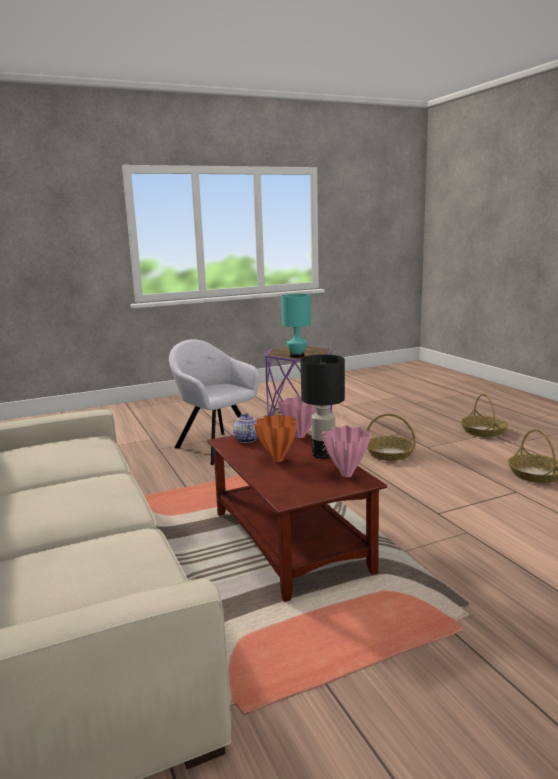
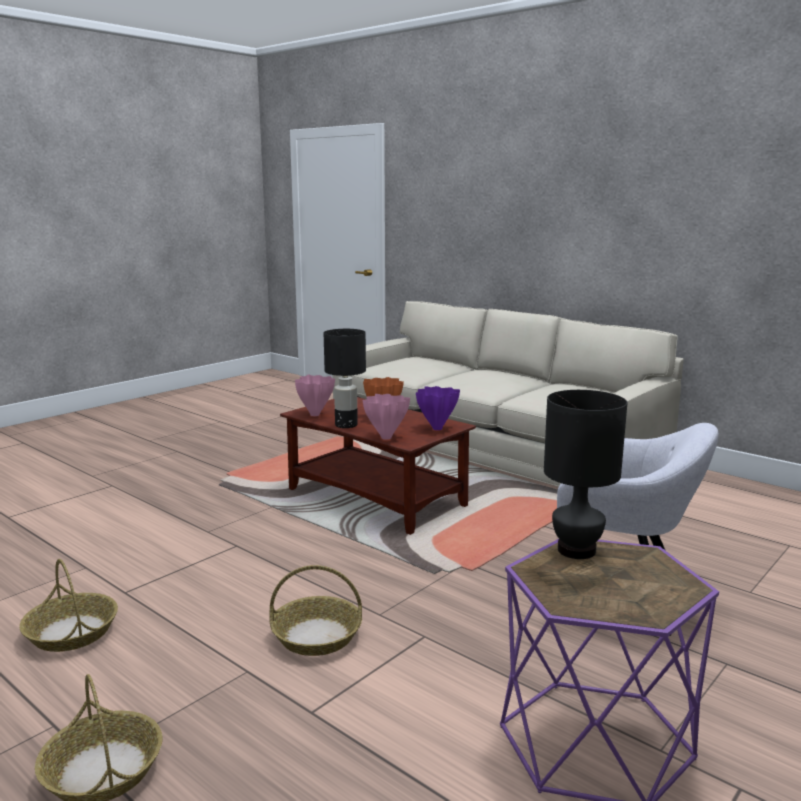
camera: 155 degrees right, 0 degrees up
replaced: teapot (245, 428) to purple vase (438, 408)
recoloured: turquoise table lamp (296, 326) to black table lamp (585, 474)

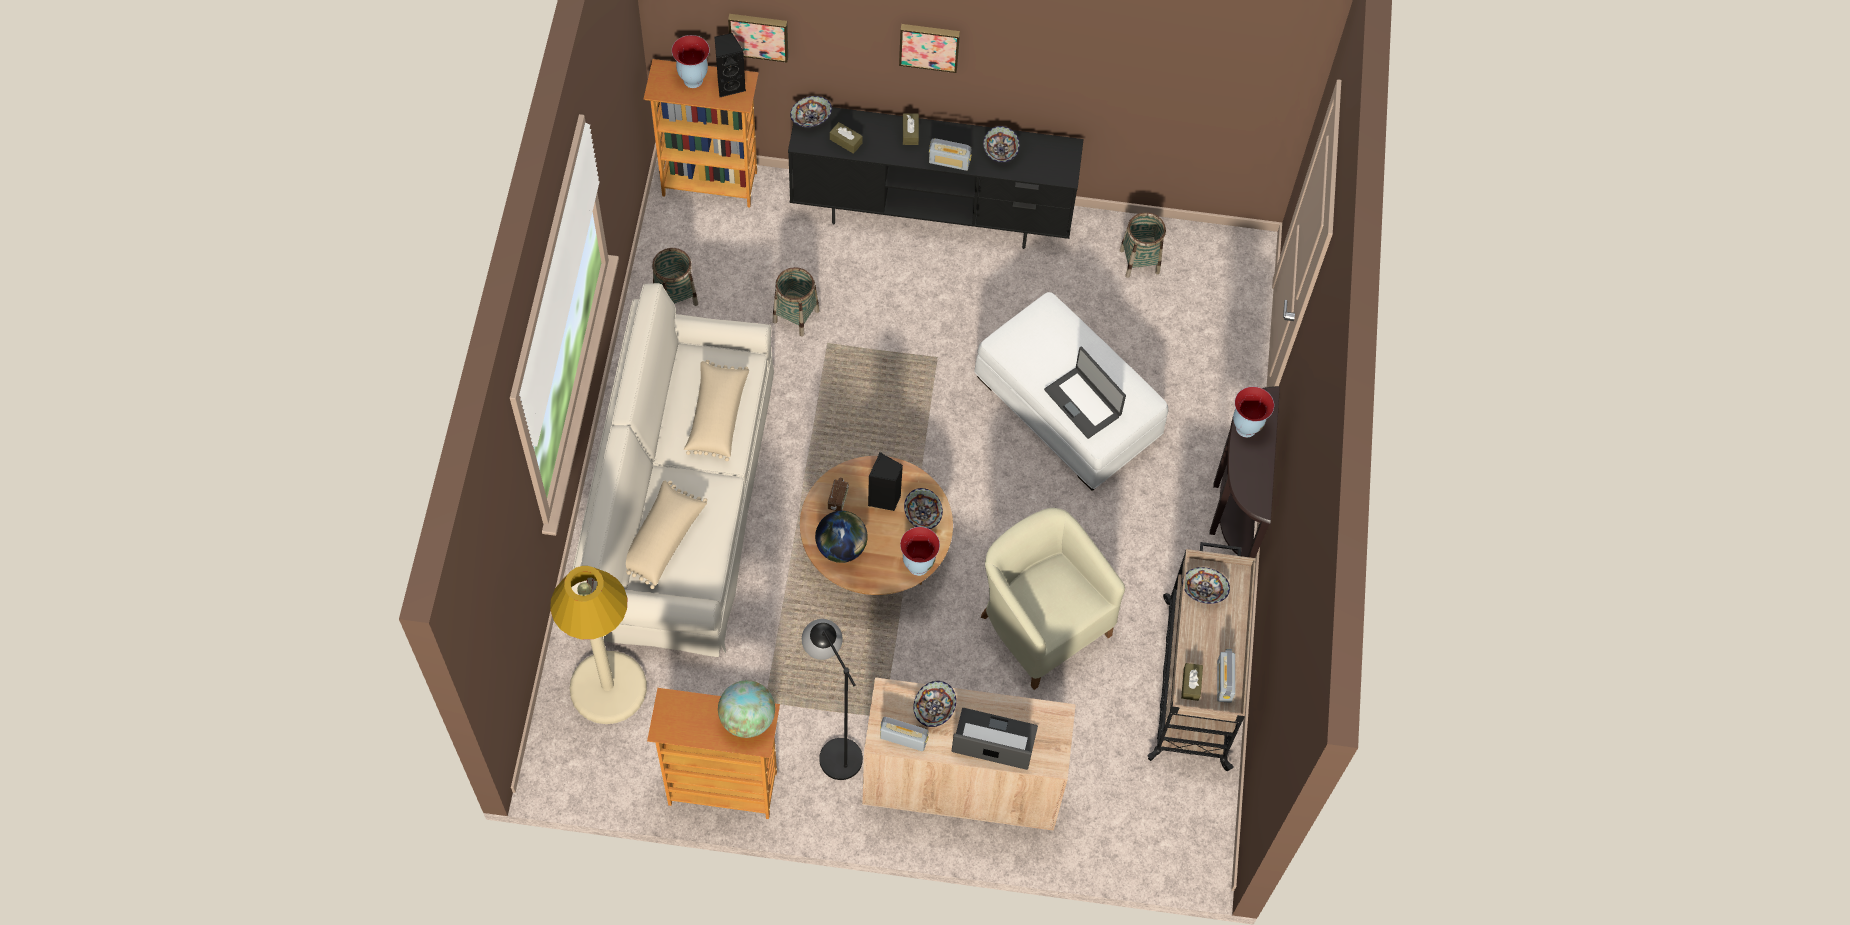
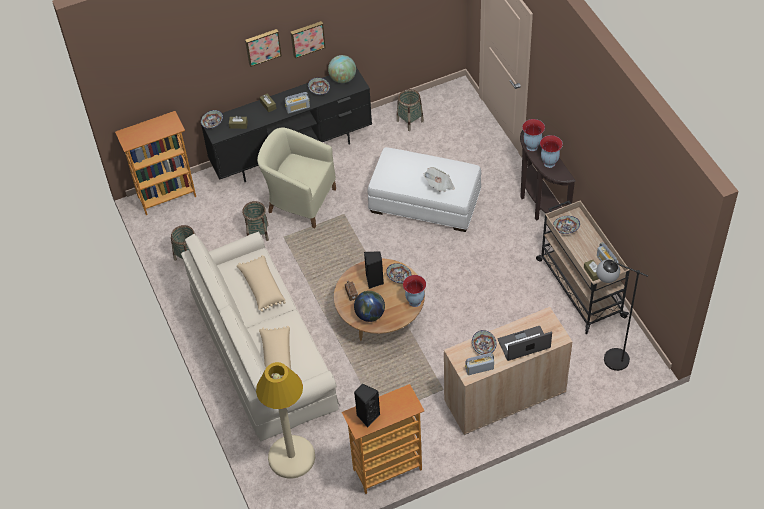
camera: 25 degrees left, 10 degrees down
moved: vase (690, 61) to (551, 151); black speaker (730, 65) to (367, 405); globe (746, 709) to (342, 69); picture (758, 38) to (308, 40); black floor lamp (832, 699) to (622, 315); beige armchair (1053, 599) to (296, 177)
replaced: laptop (1085, 393) to newspaper (439, 179)

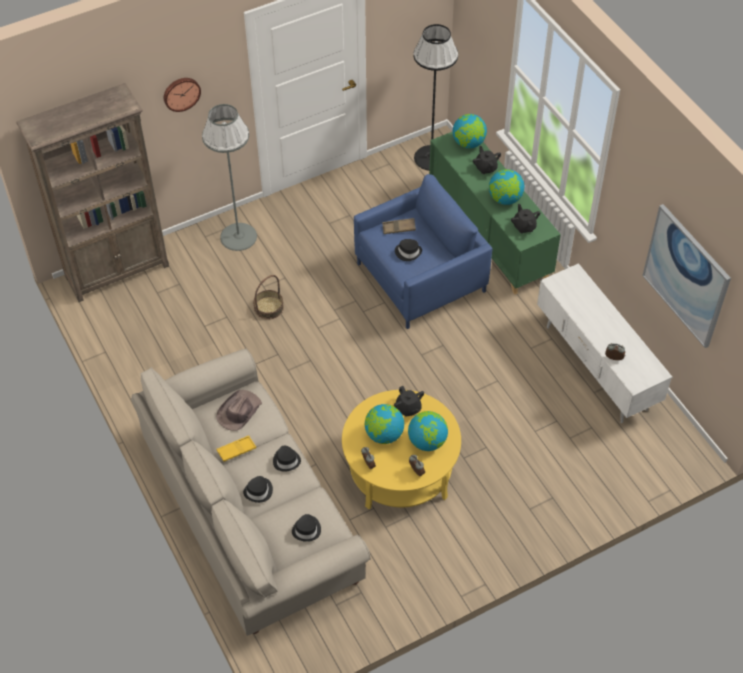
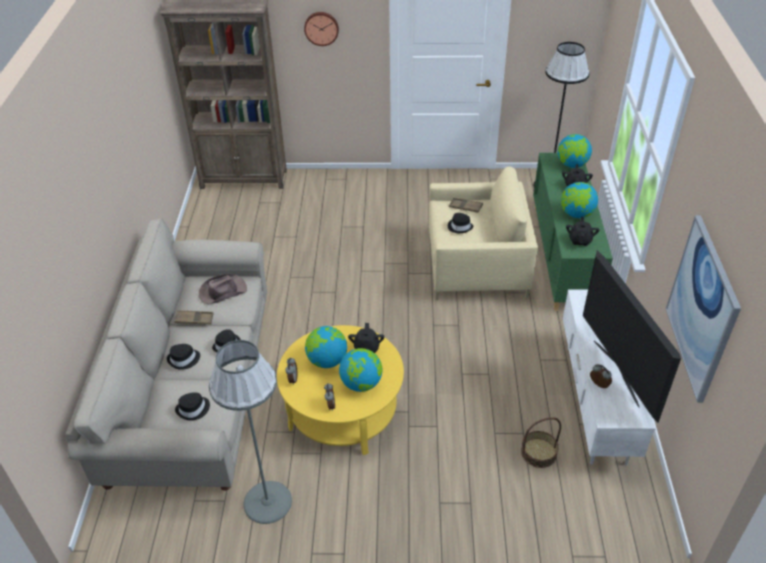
camera: 30 degrees right, 10 degrees down
added: television (632, 336)
moved: grey floor lamp (229, 177) to (250, 432); basket (268, 297) to (541, 442)
recoloured: yellow tray (236, 449) to brown tray (194, 317); blue armchair (423, 251) to beige armchair (483, 233)

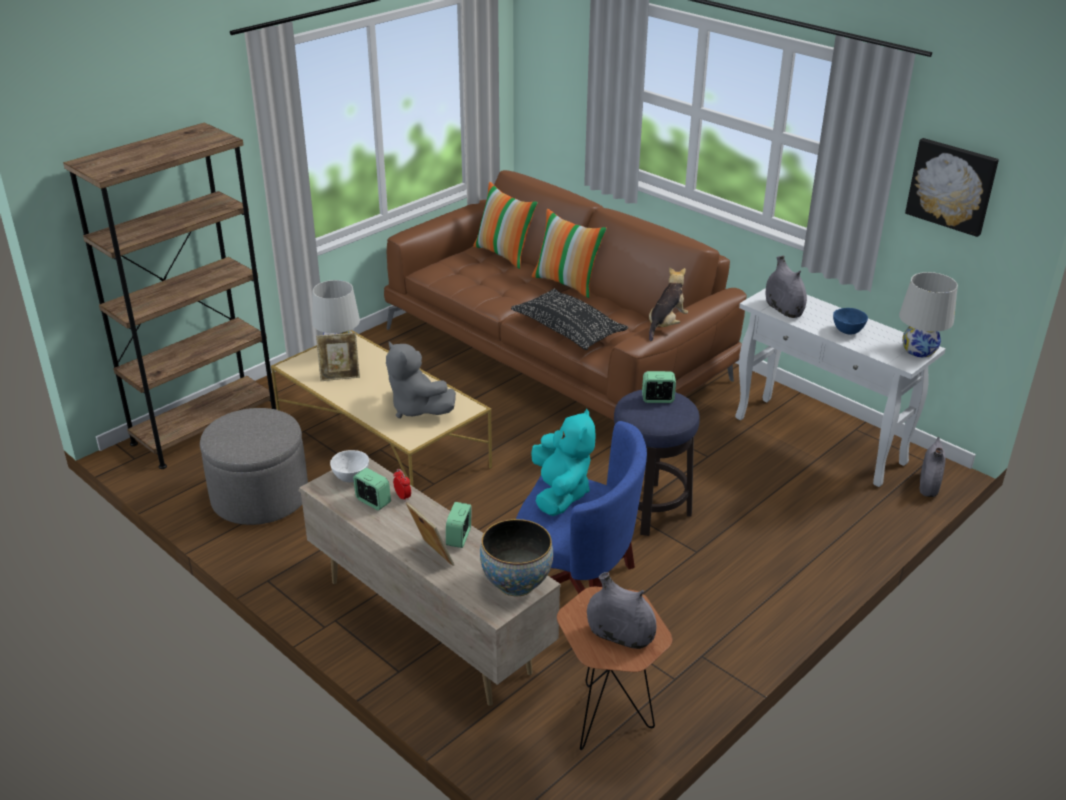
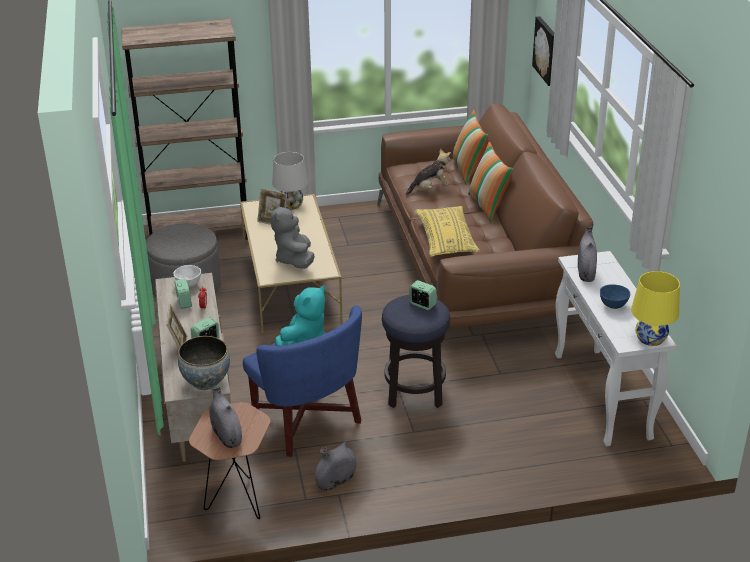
camera: 35 degrees right, 0 degrees up
moved: plush toy (668, 304) to (428, 172); picture (952, 187) to (543, 51); grey vase (933, 467) to (335, 465)
recoloured: black pillow (569, 319) to yellow pillow (447, 231); white table lamp (928, 314) to yellow table lamp (655, 308)

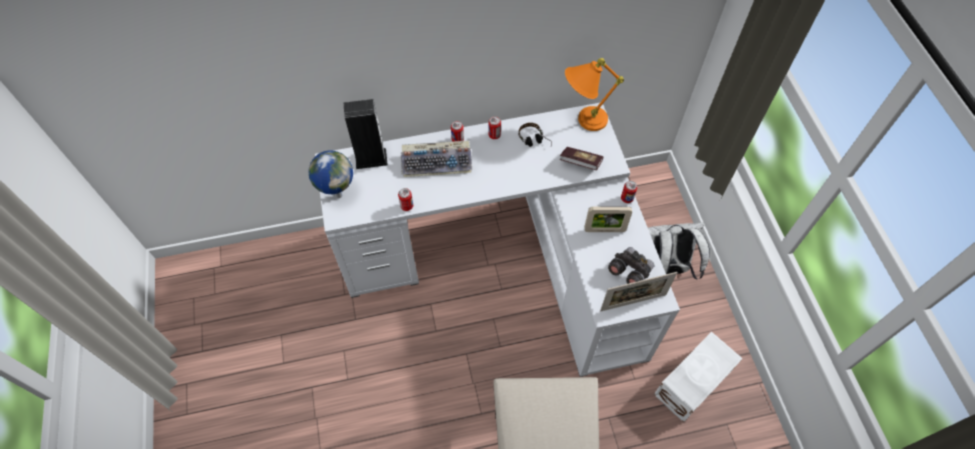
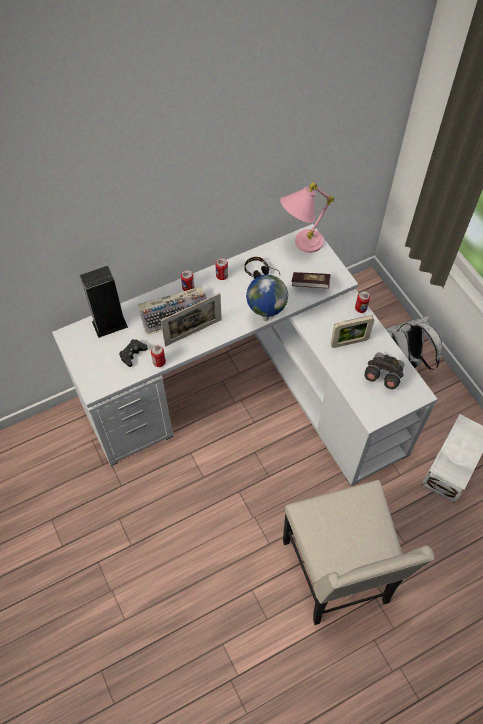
camera: 15 degrees left, 0 degrees up
added: black game controller (133, 353)
moved: globe (330, 174) to (267, 297); picture frame (639, 291) to (191, 320)
recoloured: orange table lamp (594, 94) to pink table lamp (307, 217)

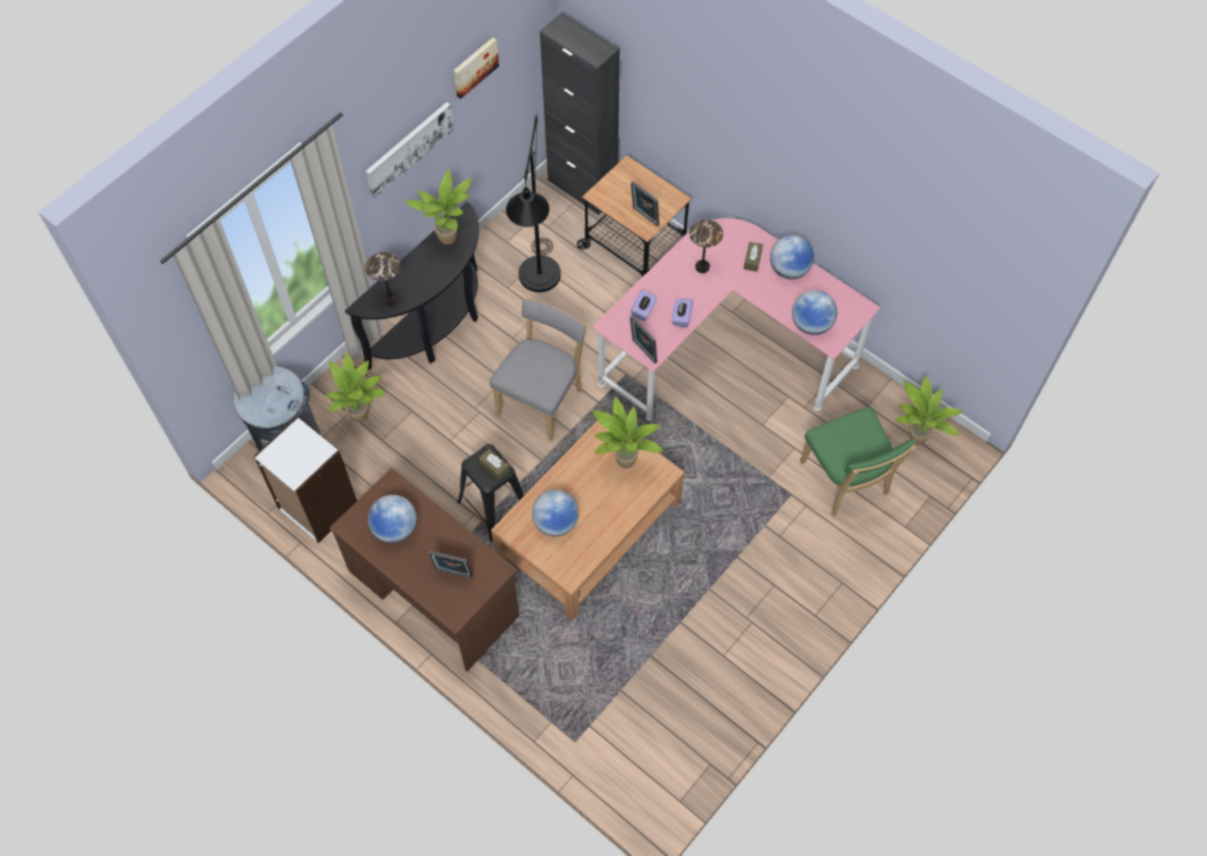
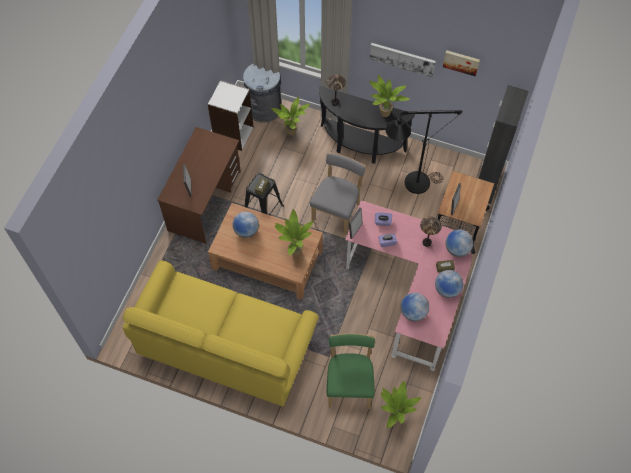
camera: 70 degrees right, 0 degrees up
added: yellow sofa (220, 333)
moved: globe (392, 519) to (459, 243)
turned: grey chair (538, 369) = (338, 194) 75 degrees counterclockwise; green chair (858, 461) = (351, 371) 135 degrees clockwise

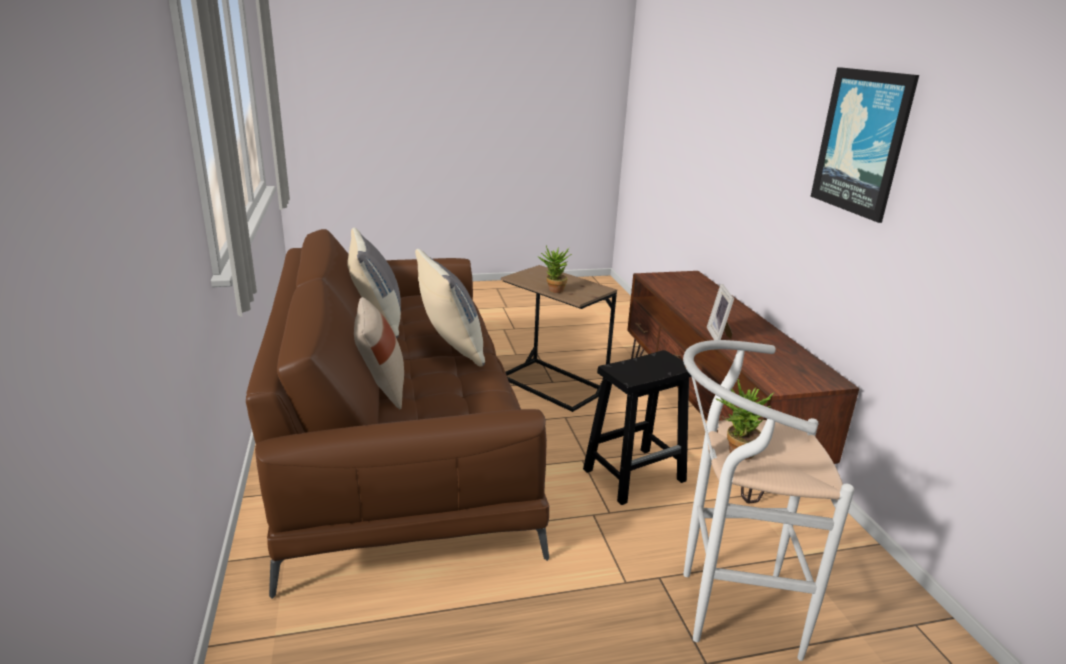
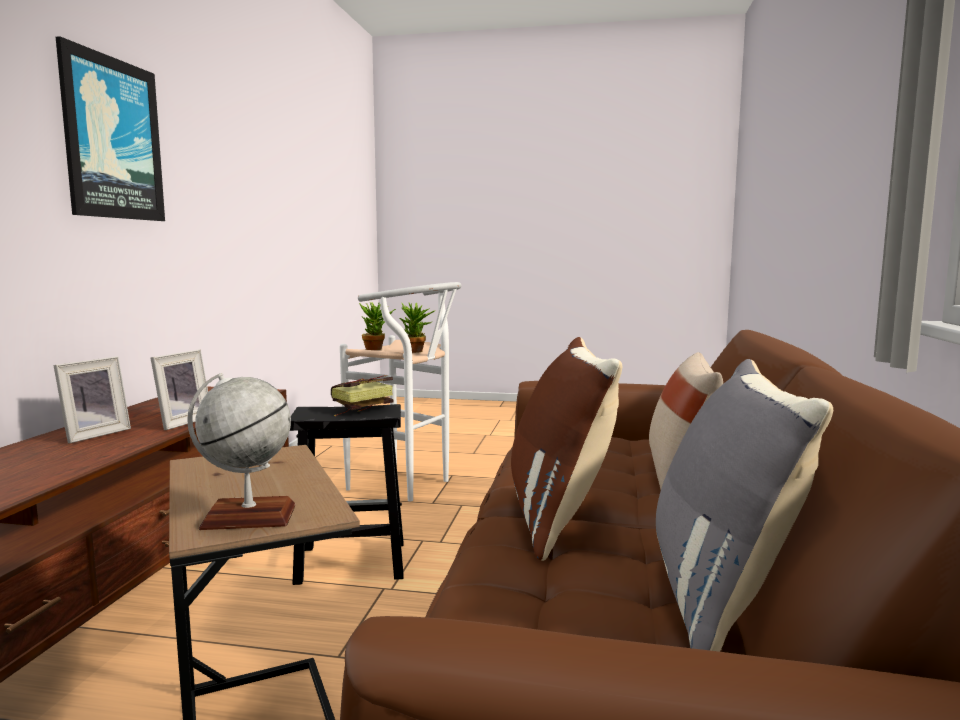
camera: 155 degrees left, 15 degrees down
added: picture frame (92, 399); globe (241, 451); book (362, 395)
moved: potted plant (555, 269) to (377, 326)
recoloured: grey pillow (450, 308) to brown pillow (566, 449)

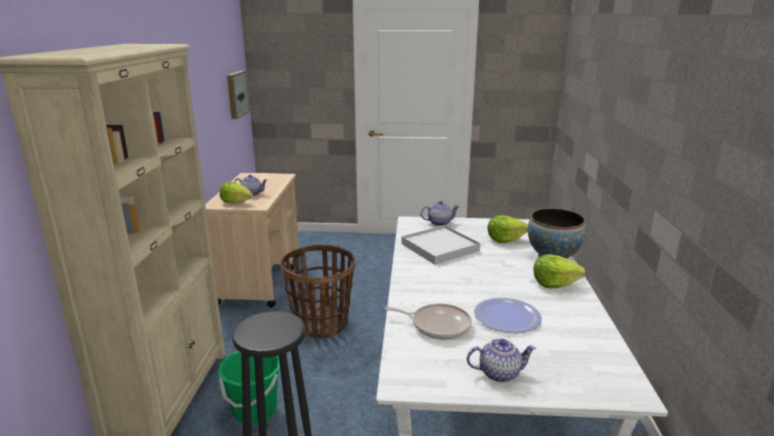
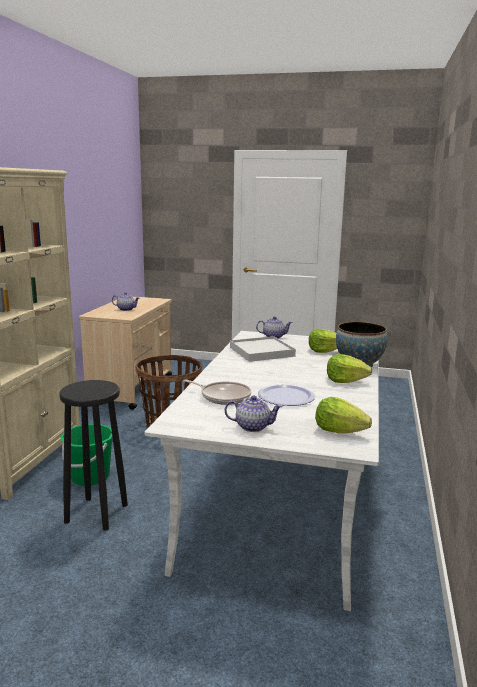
camera: 10 degrees right, 5 degrees down
removed: picture (238, 95)
moved: lettuce (236, 193) to (343, 415)

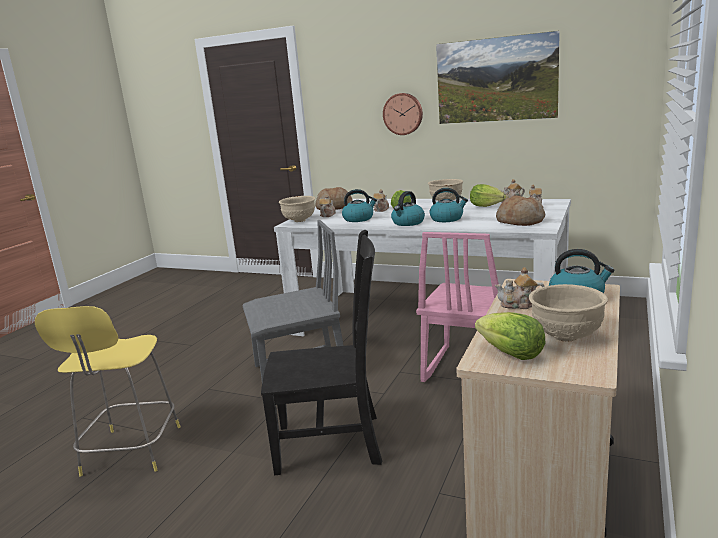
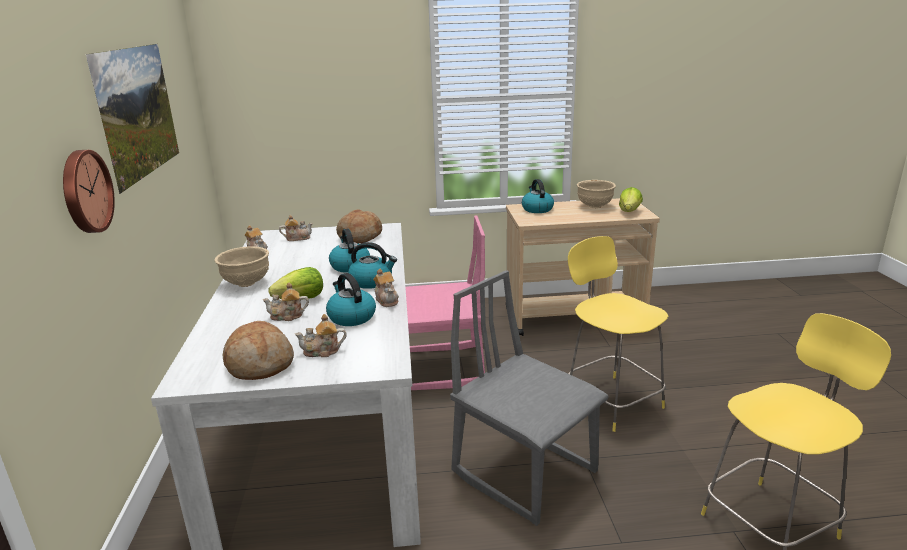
camera: 120 degrees left, 5 degrees up
removed: beige bowl (297, 209); lettuce (488, 195)
moved: teapot (520, 288) to (386, 288)
replaced: black chair (321, 352) to yellow stool (618, 334)

